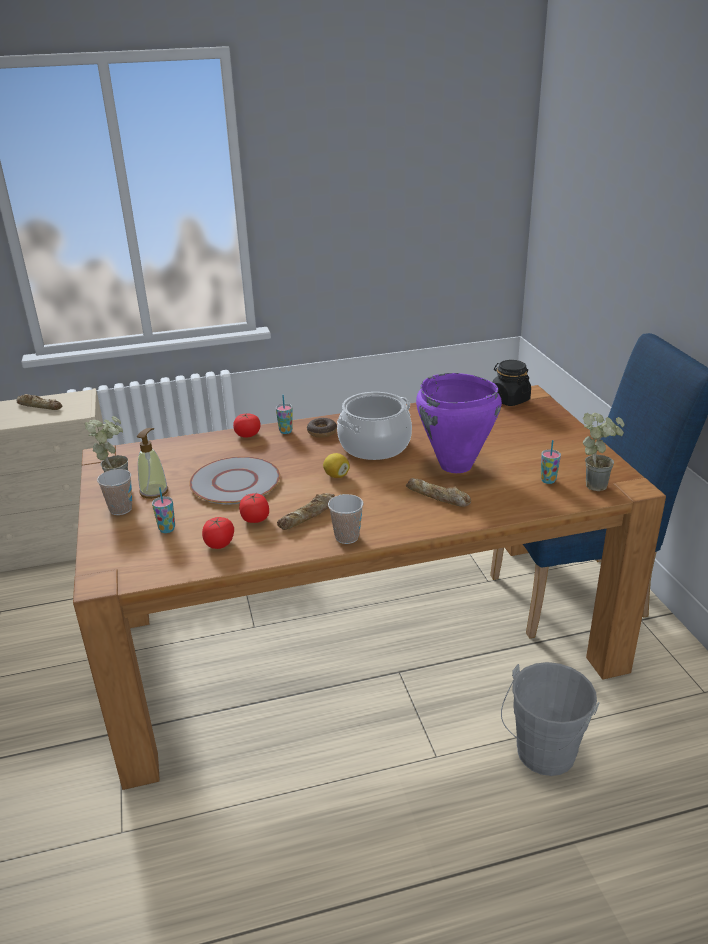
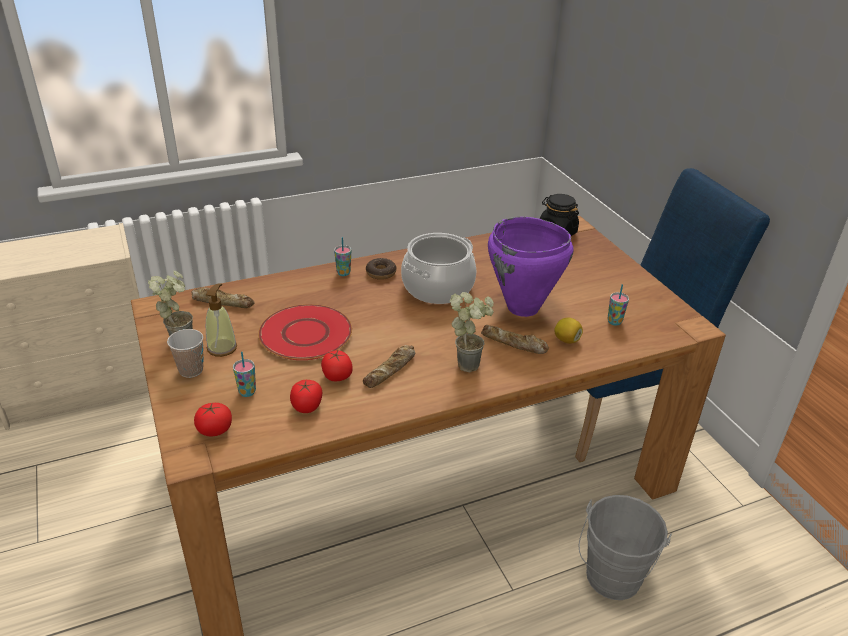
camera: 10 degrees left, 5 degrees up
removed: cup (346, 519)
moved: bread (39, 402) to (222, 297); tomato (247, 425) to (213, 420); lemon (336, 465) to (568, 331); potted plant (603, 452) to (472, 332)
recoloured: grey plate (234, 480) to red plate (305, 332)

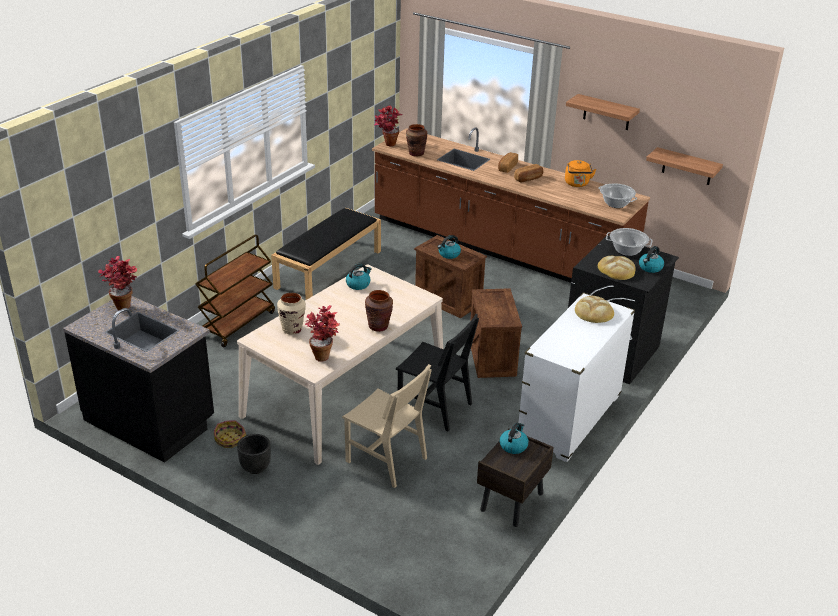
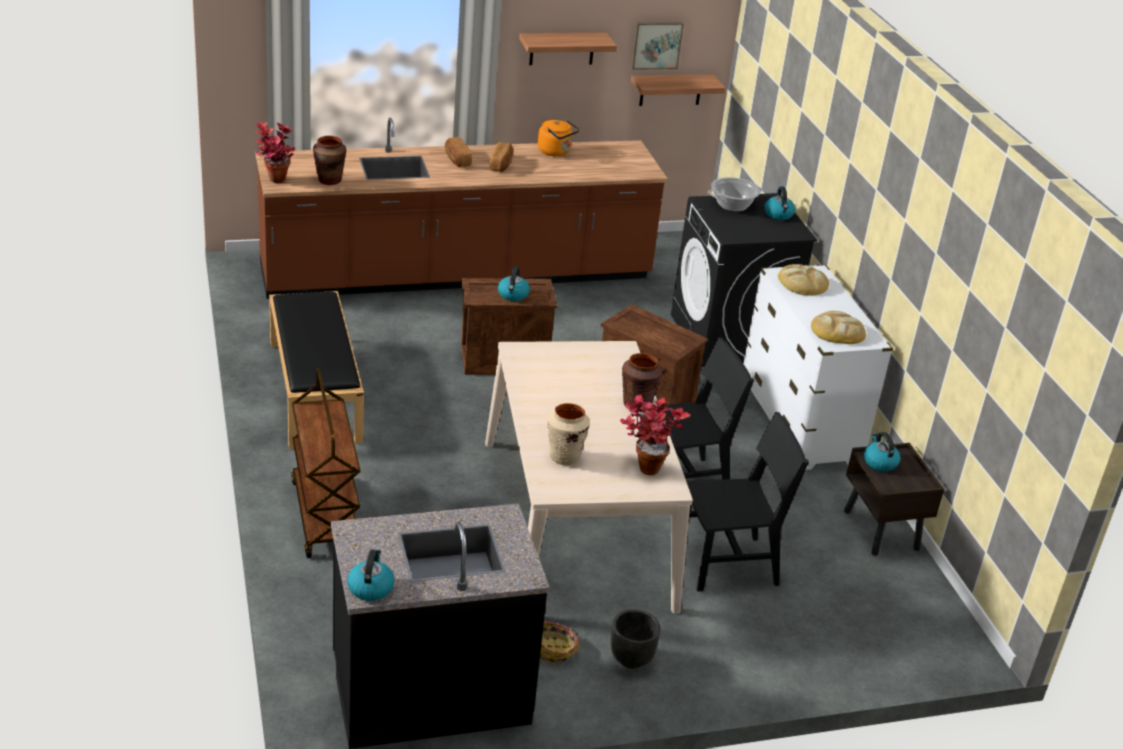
camera: 50 degrees left, 0 degrees up
removed: potted plant (117, 283); cooking pot (617, 195)
added: picture (657, 46)
moved: kettle (359, 277) to (371, 575); bread (617, 268) to (838, 327)
recoloured: beige chair (387, 426) to black chair (747, 502)

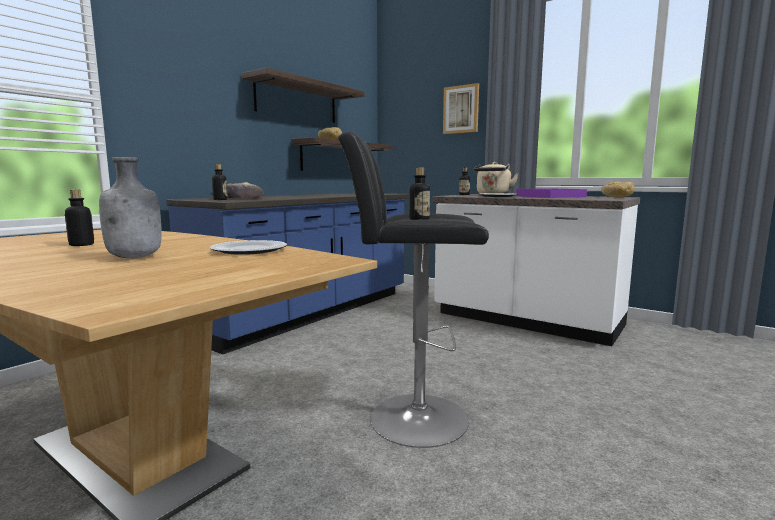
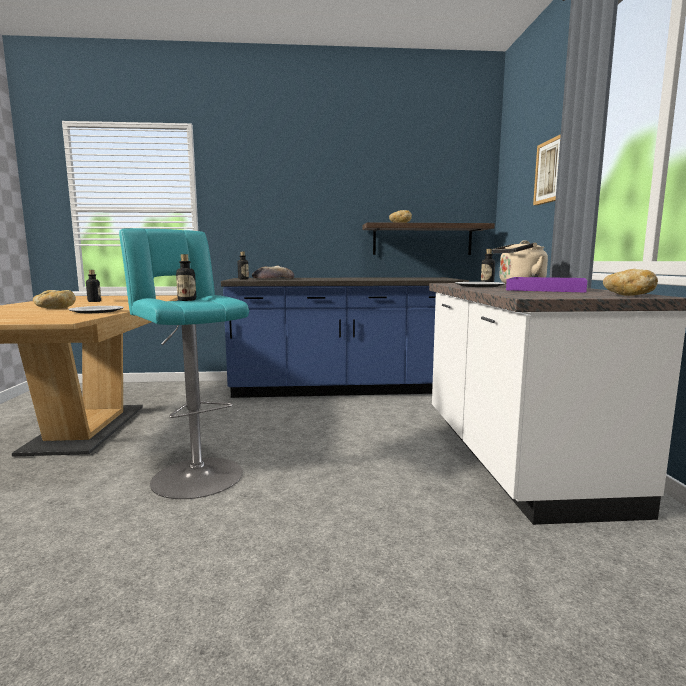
camera: 50 degrees right, 0 degrees up
removed: shelf (302, 95)
replaced: grey bottle (130, 207) to bread (54, 299)
recoloured: black stool (413, 289) to turquoise stool (184, 363)

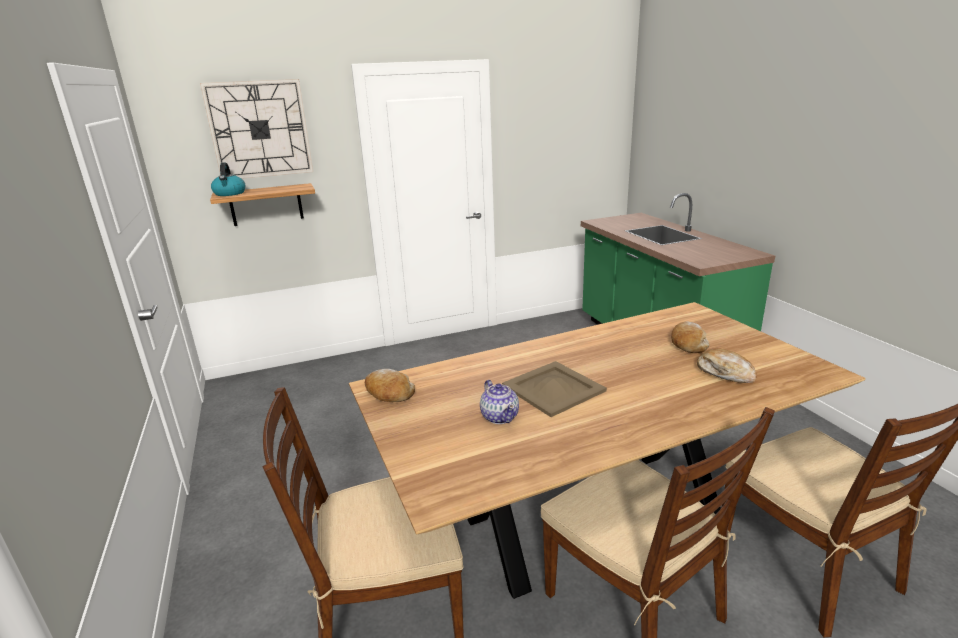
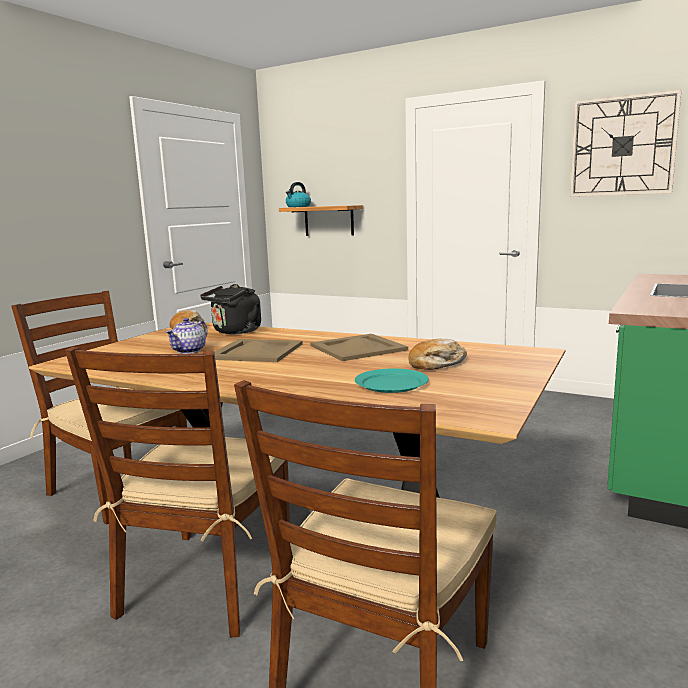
camera: 50 degrees right, 10 degrees down
added: black kettle (230, 309); beige tray (359, 347)
moved: wall clock (256, 129) to (626, 143)
replaced: bread (727, 365) to turquoise plate (392, 380)

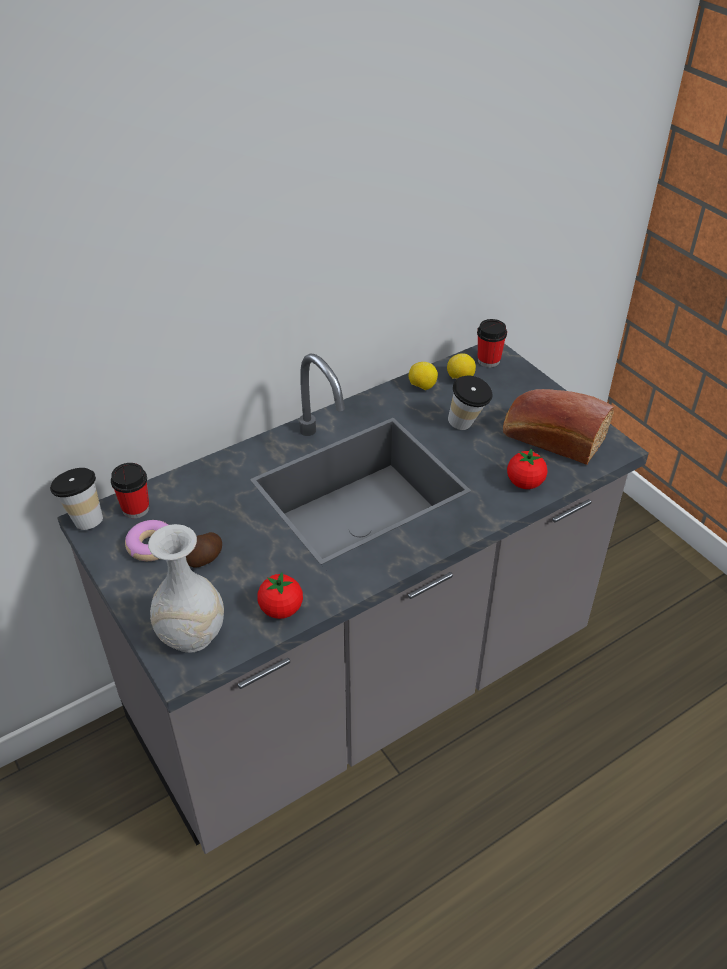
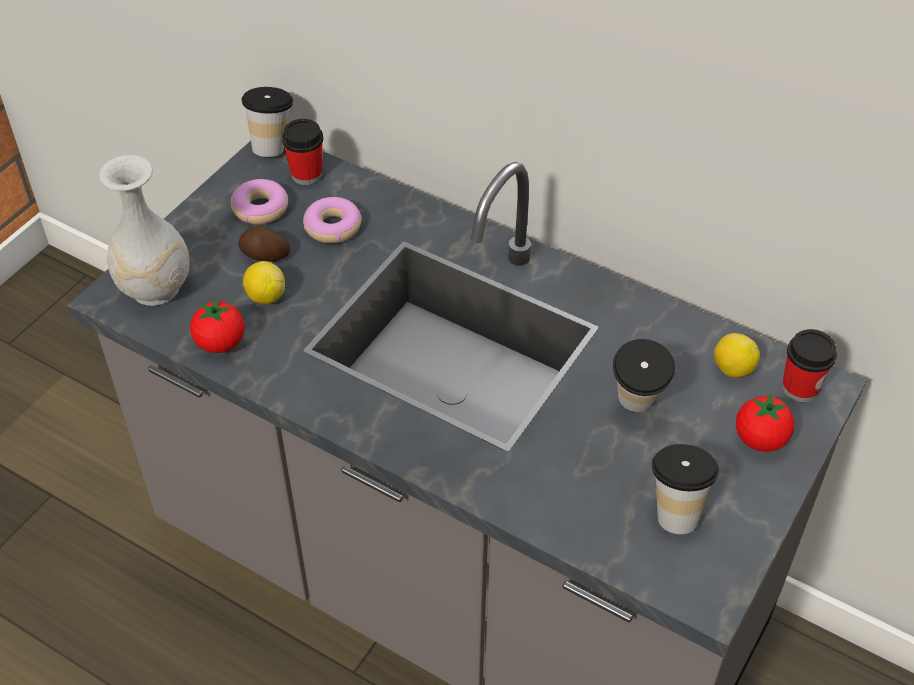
camera: 65 degrees right, 5 degrees up
added: donut (332, 220)
moved: lemon (423, 376) to (264, 282); tomato (527, 468) to (765, 422)
replaced: bread (559, 427) to cup (685, 489)

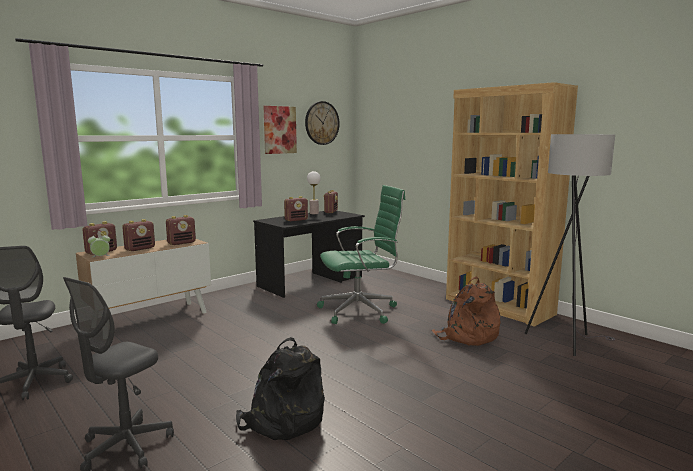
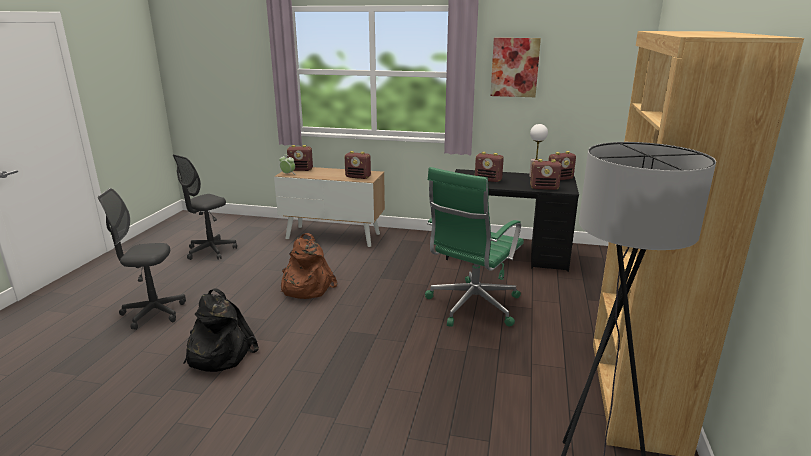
camera: 55 degrees right, 10 degrees up
removed: wall clock (322, 123)
moved: radio (138, 235) to (546, 174); brown backpack (465, 311) to (309, 266)
turned: green office chair (361, 254) = (474, 247) 90 degrees clockwise

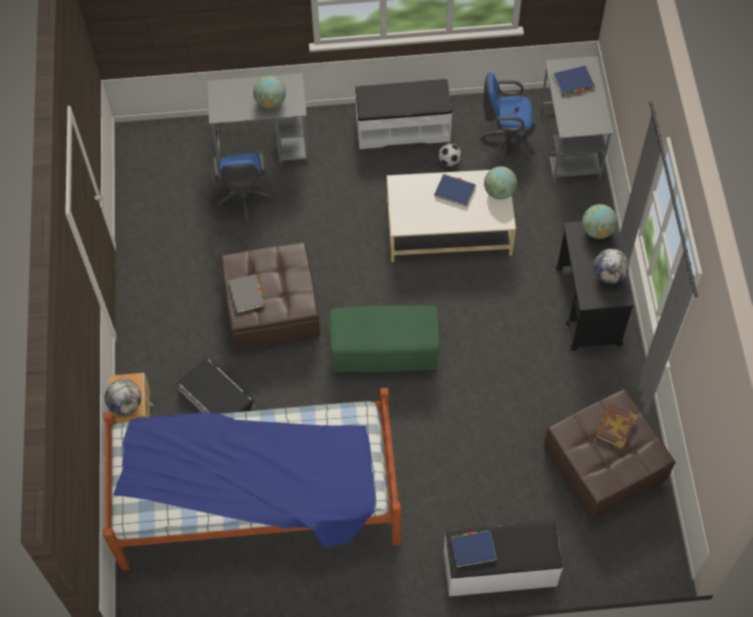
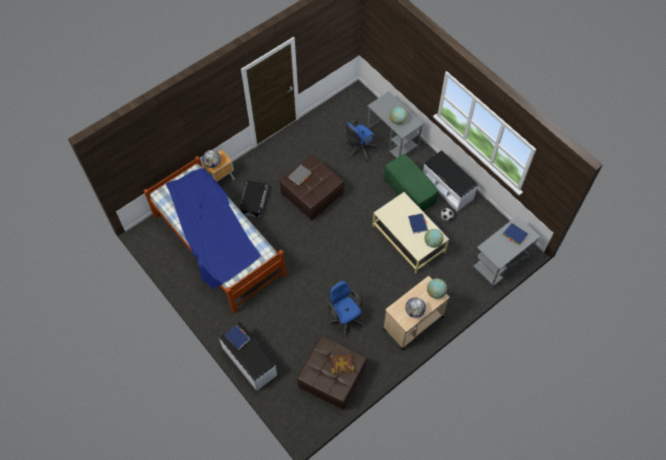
camera: 55 degrees right, 0 degrees up
moved: green ottoman (385, 339) to (411, 182); blue office chair (508, 117) to (346, 309)
recoloured: black cart (595, 286) to beige cart (416, 313)

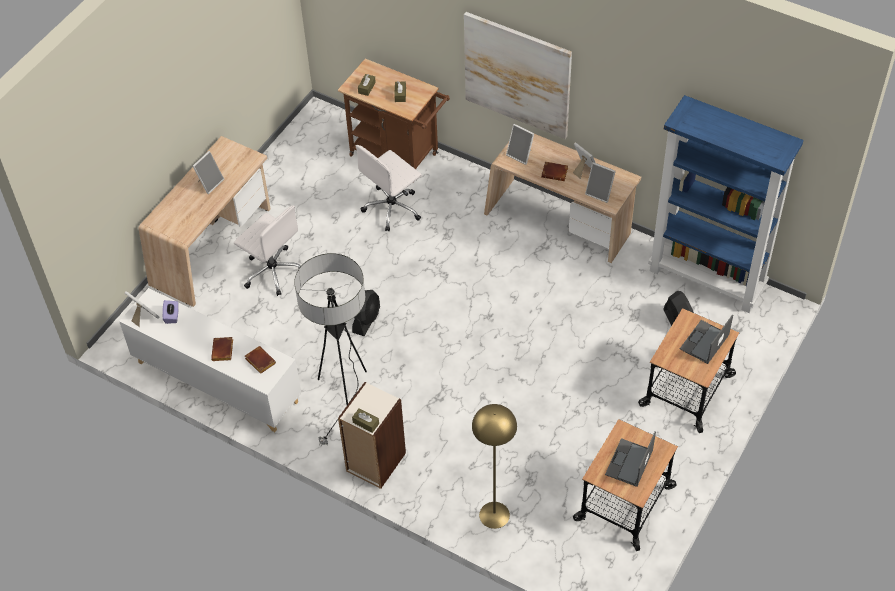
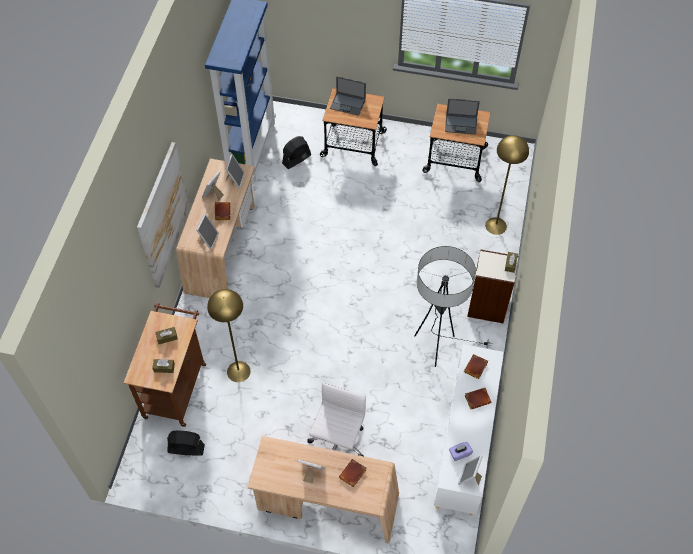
camera: 110 degrees left, 5 degrees up
added: brown book (353, 473)
moved: black fan (366, 313) to (186, 443)
replaced: white office chair (389, 188) to yellow floor lamp (229, 335)

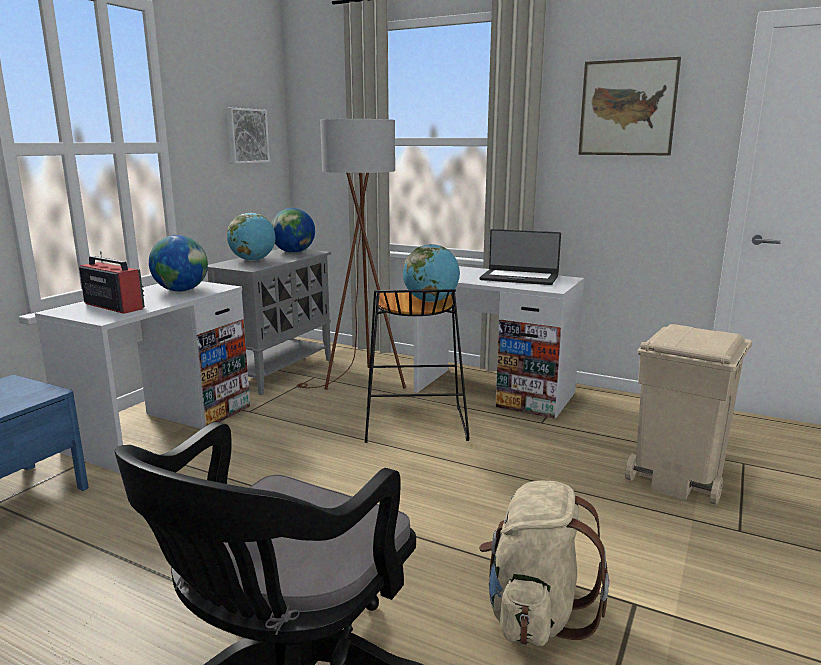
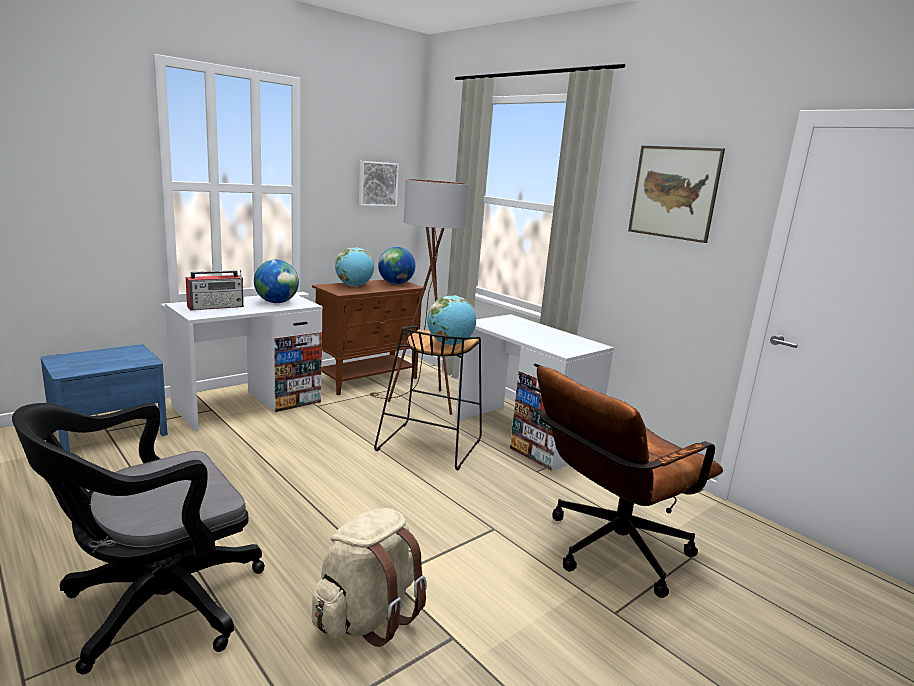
camera: 20 degrees right, 0 degrees up
removed: laptop (520, 257)
replaced: beige trash can (688, 414) to brown office chair (630, 482)
recoloured: grey cabinet (269, 322) to brown cabinet (369, 337)
turned: radio (112, 282) = (215, 290) 90 degrees clockwise

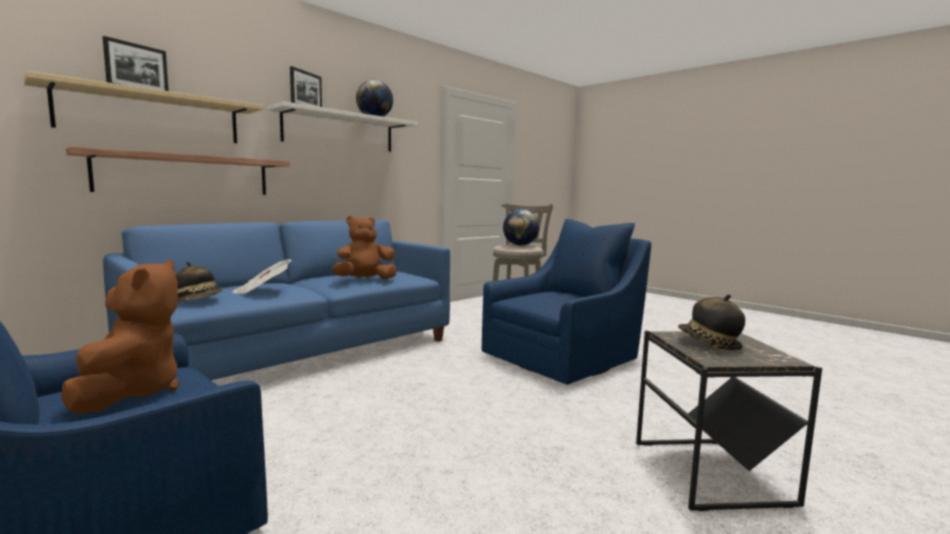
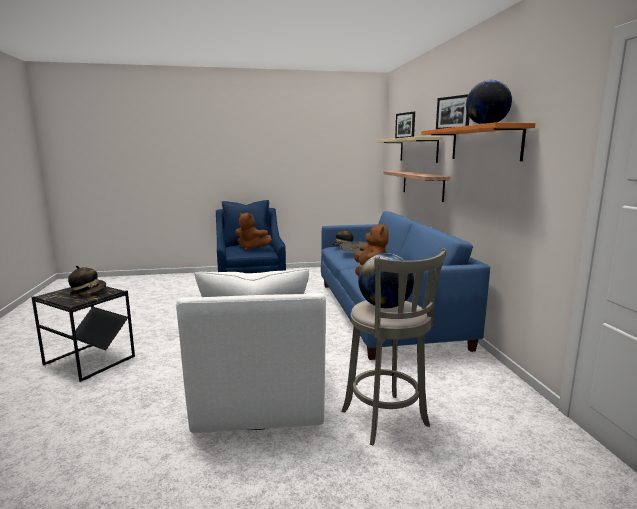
camera: 125 degrees right, 5 degrees up
recoloured: white shelf (342, 126) to orange shelf (478, 141); blue armchair (567, 302) to white armchair (250, 351)

